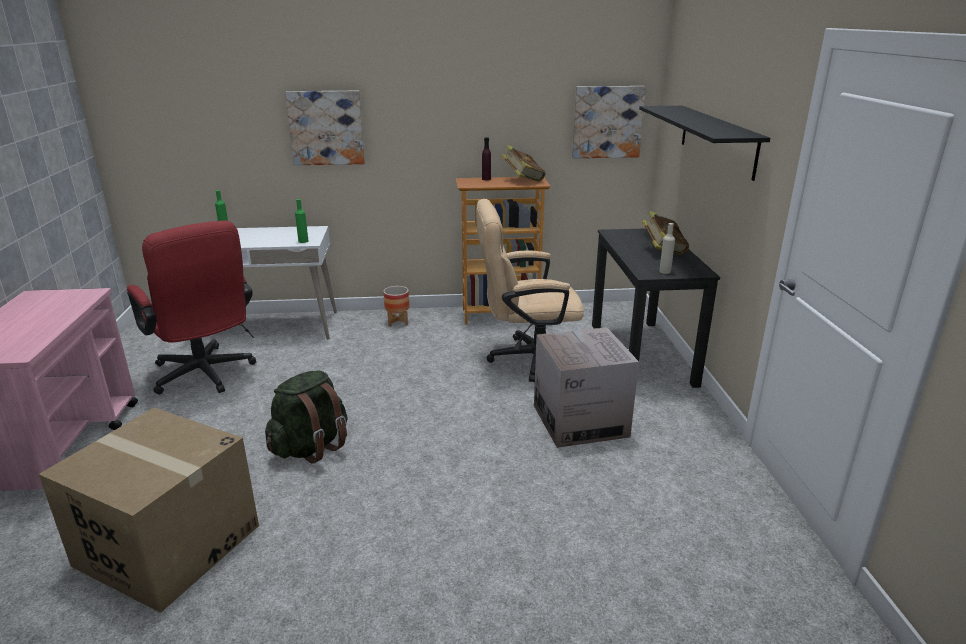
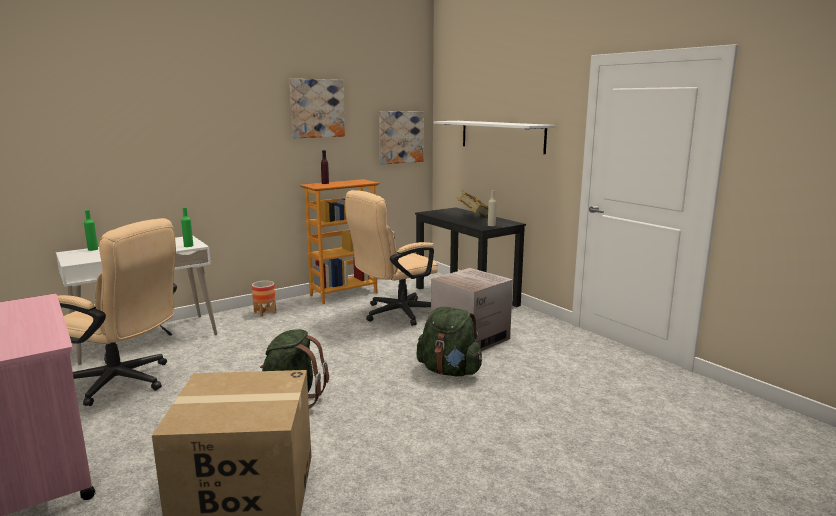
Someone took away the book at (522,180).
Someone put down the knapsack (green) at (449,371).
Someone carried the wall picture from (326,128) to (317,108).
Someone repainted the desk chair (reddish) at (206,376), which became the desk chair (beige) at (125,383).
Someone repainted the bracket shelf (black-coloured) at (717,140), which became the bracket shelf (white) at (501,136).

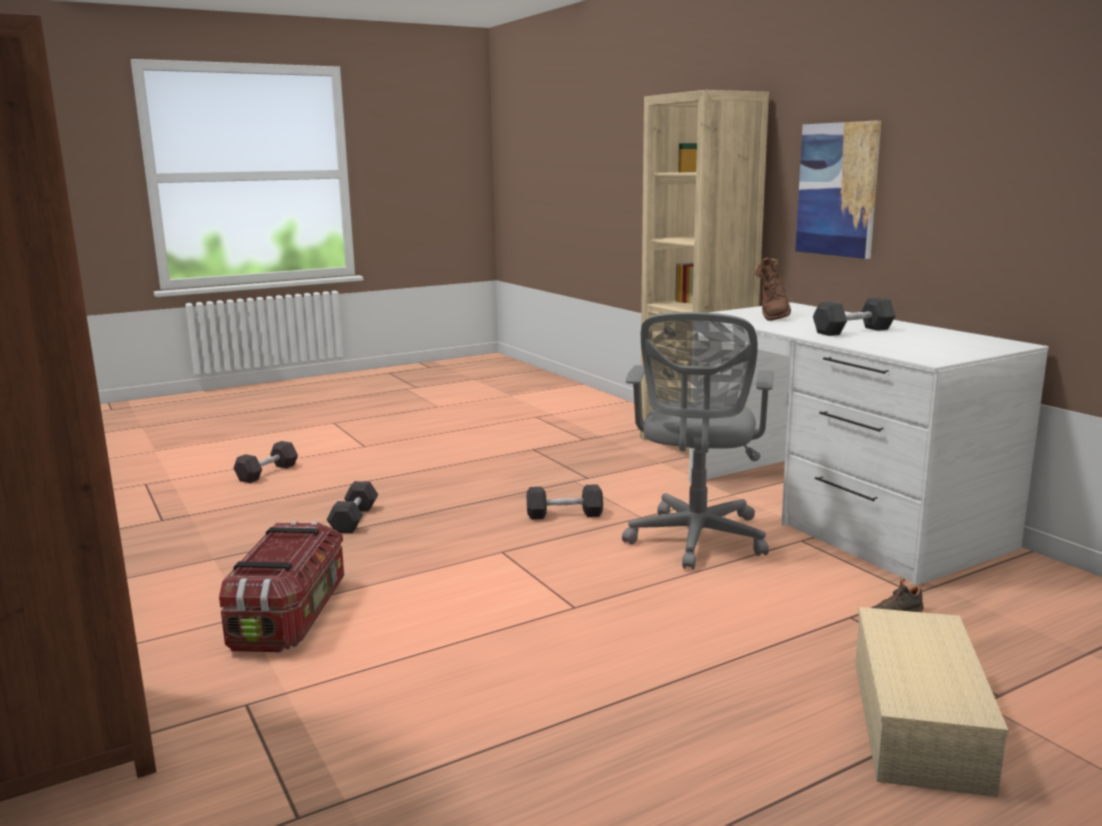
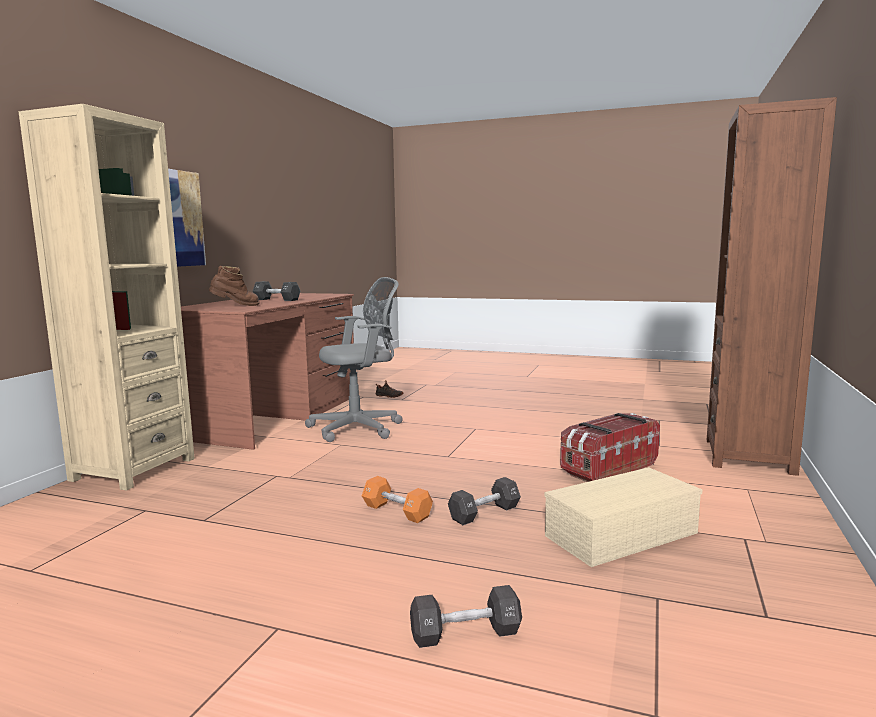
Someone took away the hand weight (black-coloured) at (564,514).
Someone put down the hand weight (orange-coloured) at (397,511).
Someone carried the storage bin (beige) from (921,724) to (621,533).
Someone repainted the desk table (white) at (837,512), which became the desk table (brown-coloured) at (274,416).

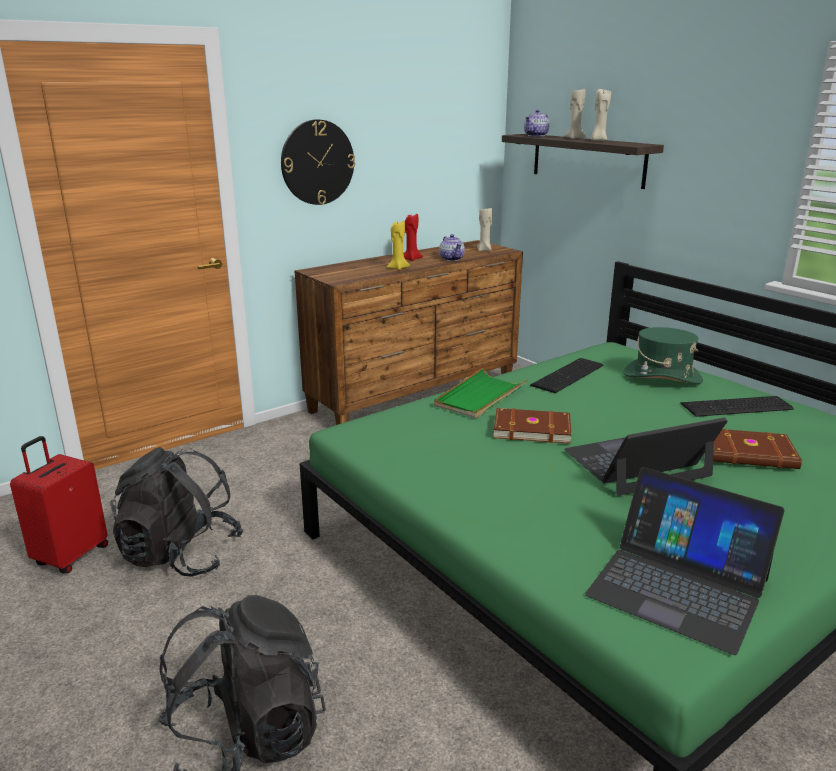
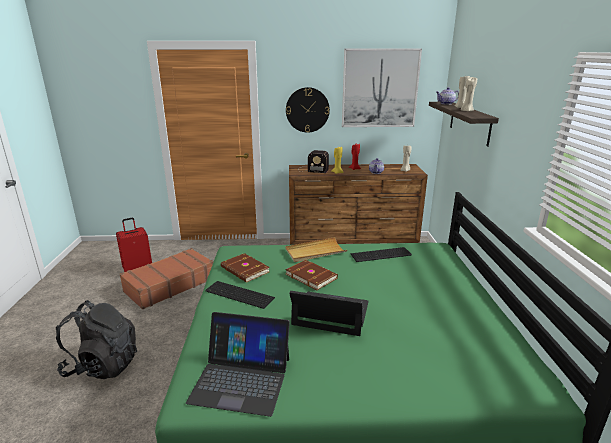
Someone took away the clothing hat (green) at (662,377).
Someone put down the radio set at (311,170).
Someone put up the wall picture at (380,88).
Someone carried the PC keyboard from (738,407) to (239,295).
Someone carried the book (brown-coloured) from (750,453) to (244,270).
Someone swapped the knapsack (black-coloured) at (181,555) for the suitcase (brown-coloured) at (169,285).
Someone repainted the serving tray (green) at (480,397), which became the serving tray (beige) at (315,252).
Someone rotated the portable computer at (678,586) by 60 degrees counterclockwise.

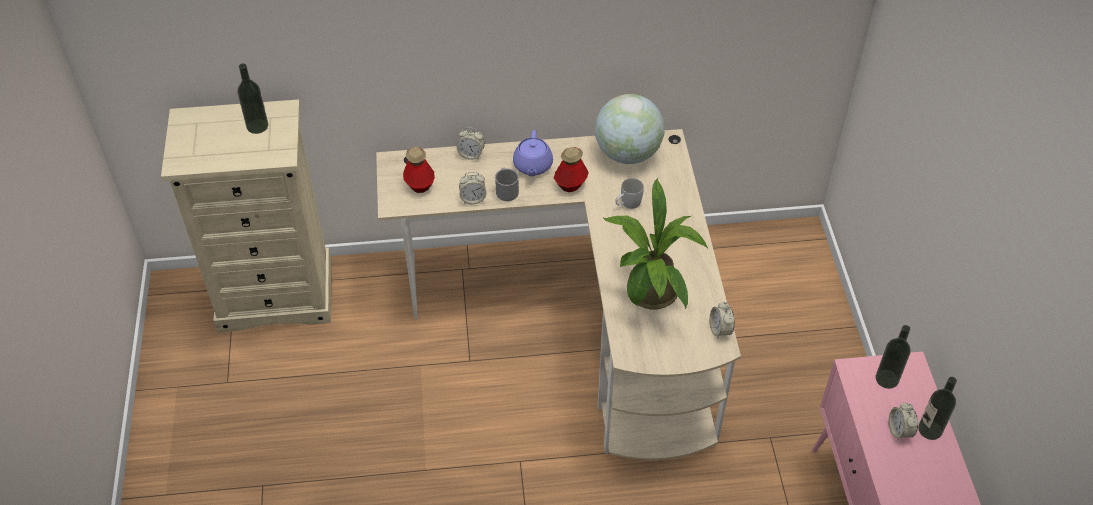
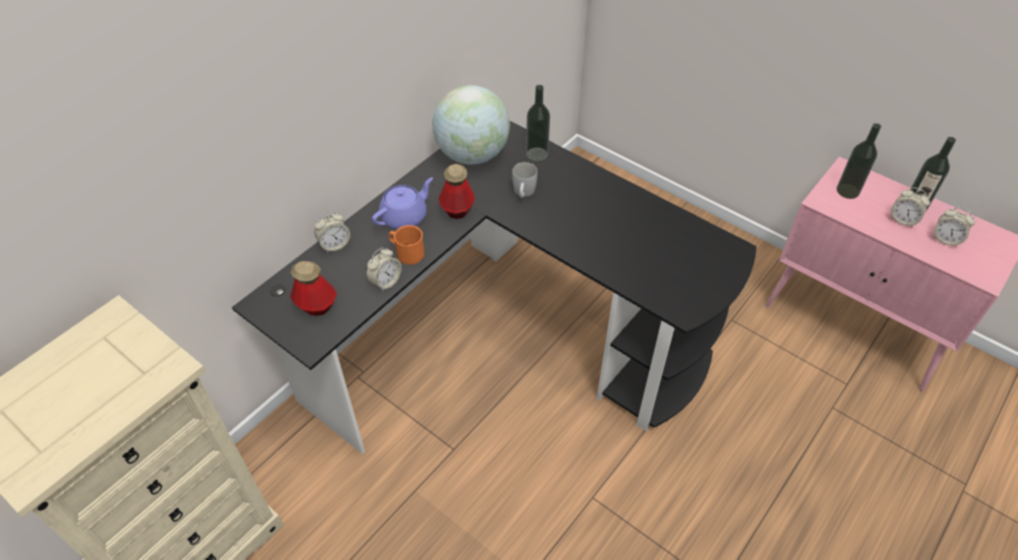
Someone took away the houseplant at (650,297).
Someone carried the bottle from (257,126) to (537,154).
Someone carried the alarm clock from (720,330) to (945,239).
Someone repainted the desk table (beige) at (585,320), which became the desk table (black-coloured) at (507,339).
Someone repainted the mug (gray) at (506,190), which became the mug (orange-coloured) at (406,252).
Someone rotated the tea pot (purple-coloured) at (532,166) by 90 degrees counterclockwise.

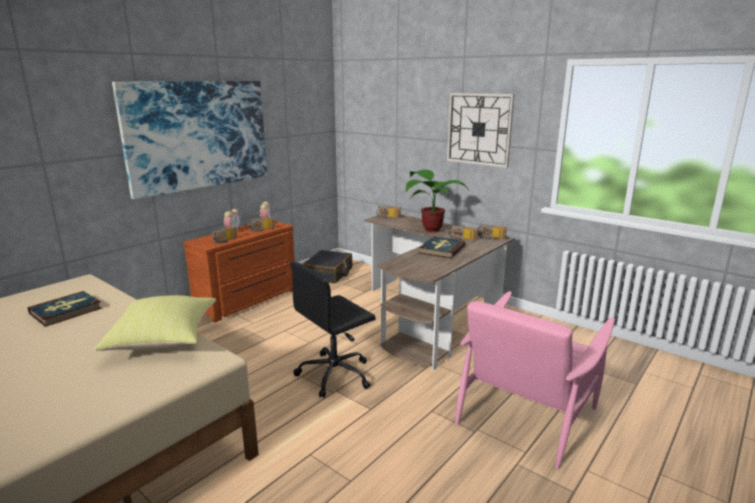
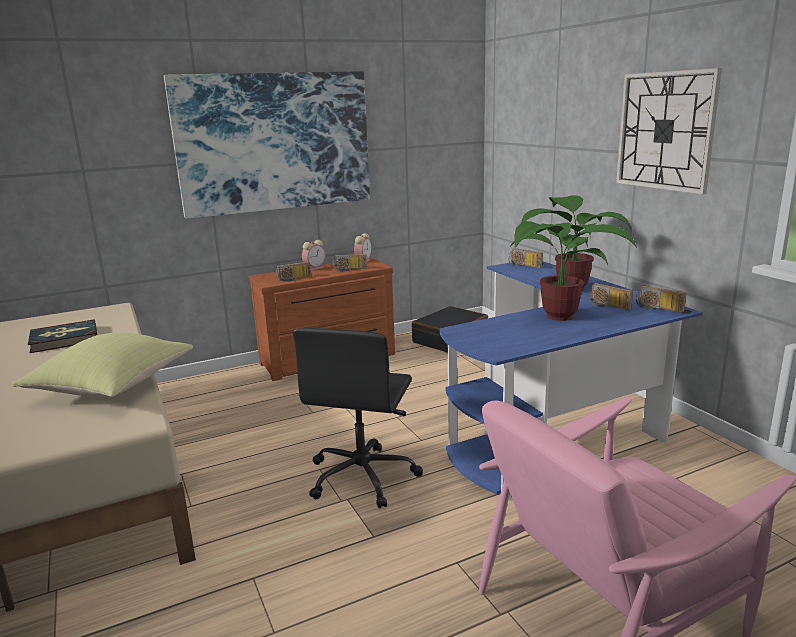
Someone swapped the book at (441,249) for the houseplant at (557,318).
Someone repainted the desk table (brown-coloured) at (432,316), which became the desk table (bluish) at (557,421).
Someone rotated the desk chair (black-coloured) at (336,374) by 60 degrees counterclockwise.

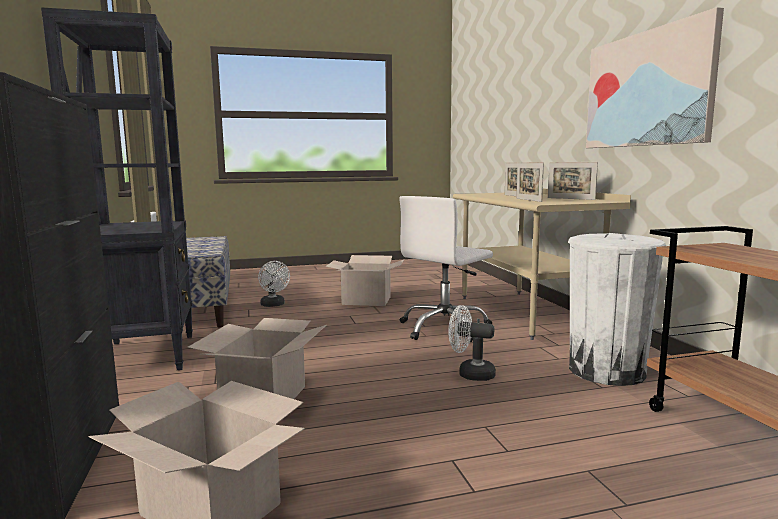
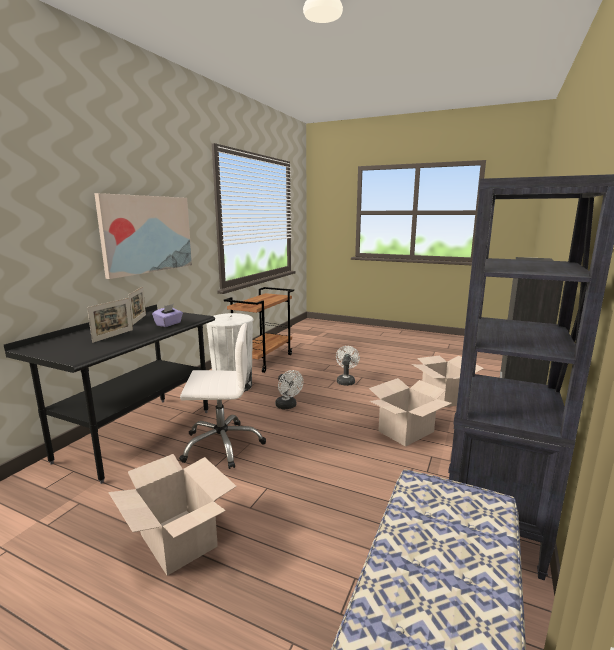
Someone carried the cooling fan (white) from (274,305) to (346,381).
Someone swapped the photo frame at (528,200) for the tissue holder (purple-coloured) at (169,324).
Someone repainted the desk table (beige) at (525,313), which became the desk table (black-coloured) at (137,435).

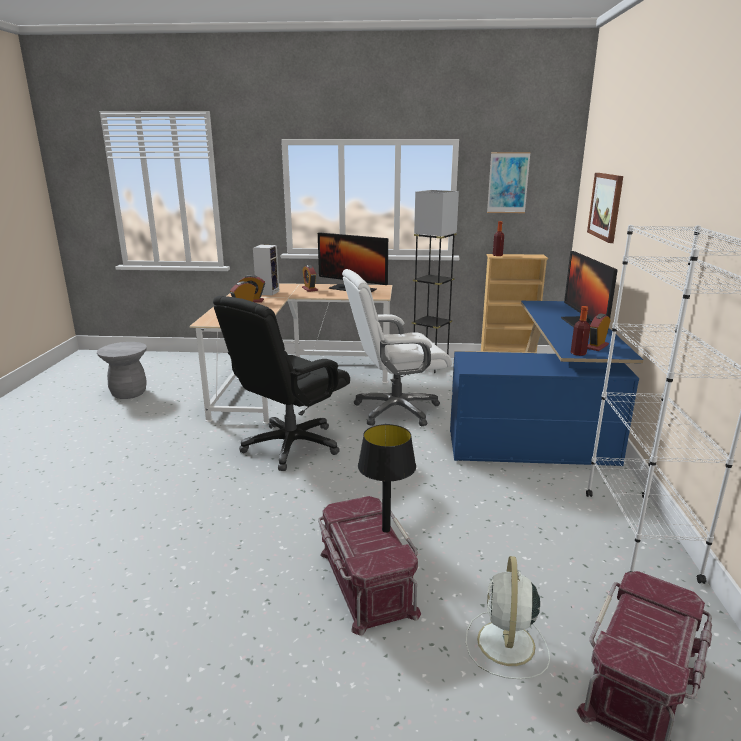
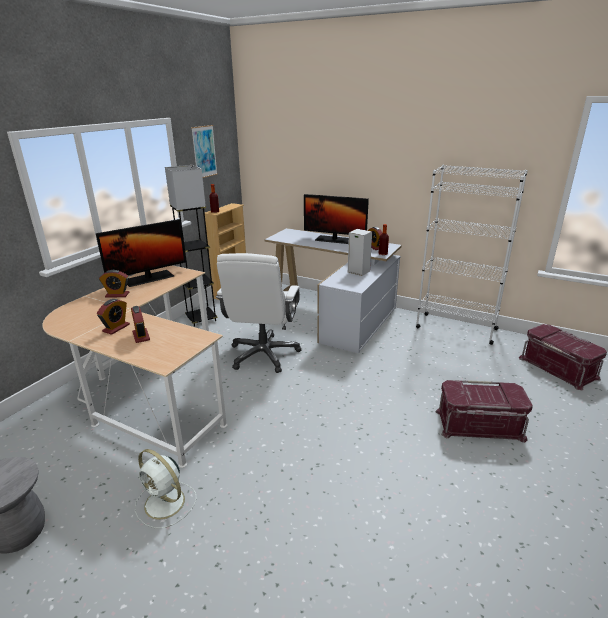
Someone took away the desk chair (black-coloured) at (291,446).
Someone took away the lamp for a table (black-coloured) at (386,529).
Someone took away the wall picture at (606,206).
Someone carried the loudspeaker from (267,292) to (357,271).
Someone carried the cooling fan (white) from (506,645) to (166,504).
Someone repainted the desk table (bluish) at (543,428), which became the desk table (white) at (335,313).

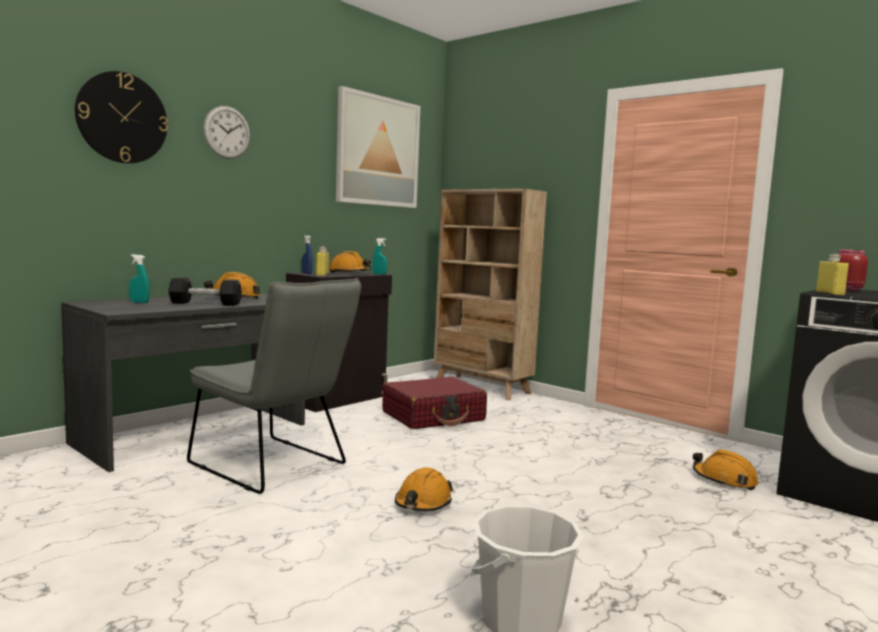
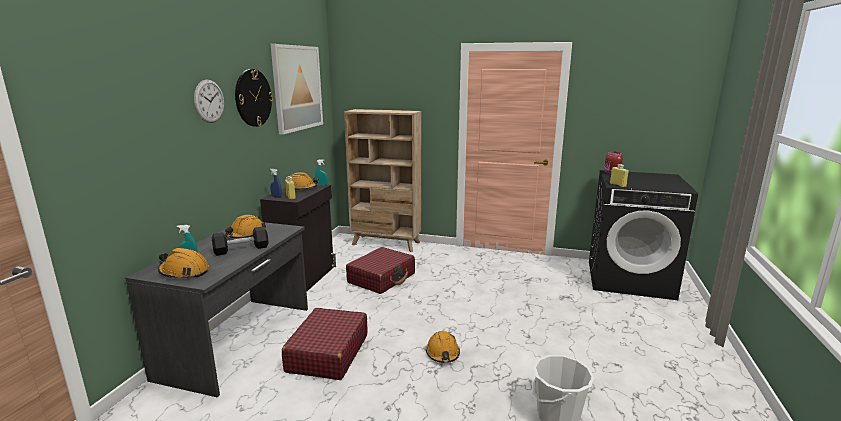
Someone carried the clock on the wall from (122,118) to (253,98).
Someone carried the work helmet (orange-coloured) from (724,480) to (184,272).
Someone swapped the plain chair (gray) at (274,466) for the suitcase (reddish) at (327,353).

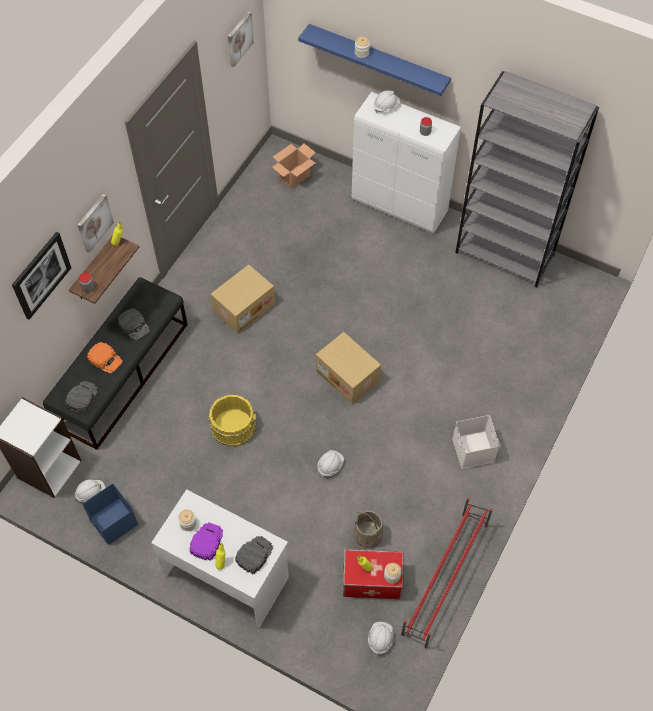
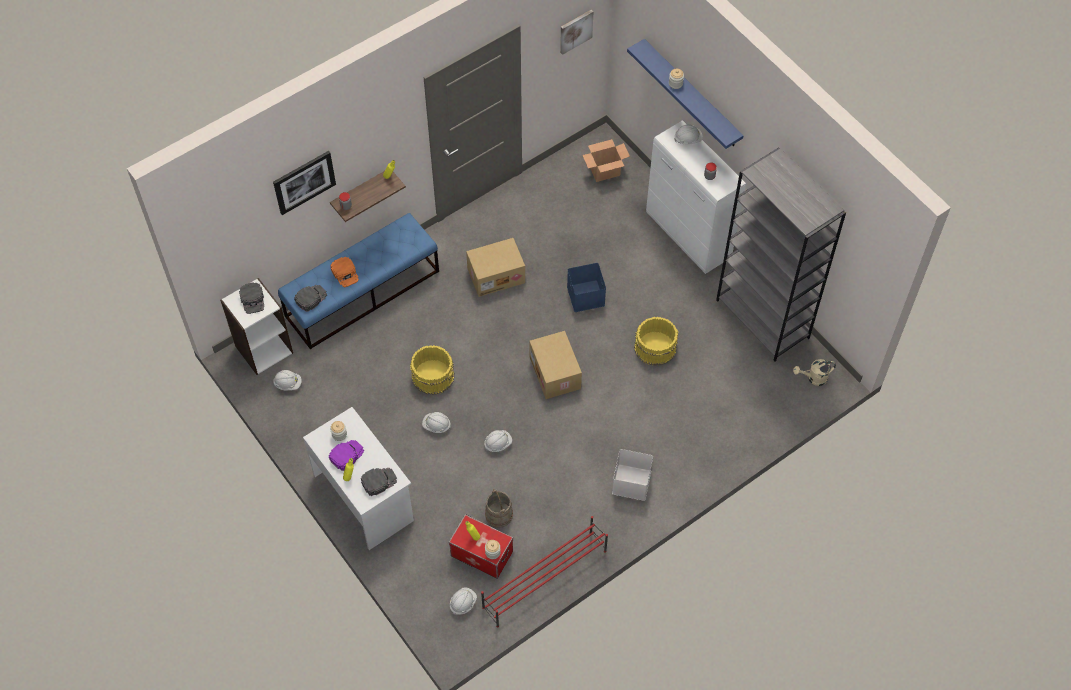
Someone took away the wall picture at (94,222).
Someone put down the work helmet (white) at (436,426).
Someone put down the pail (yellow-coloured) at (655,347).
Someone put down the watering pot (beige) at (813,378).
Someone carried the storage bin (bluish) from (112,521) to (585,295).
Someone carried the baseball cap (black-coloured) from (134,326) to (252,300).
Someone repainted the long seat (black-coloured) at (123,374), which became the long seat (bluish) at (363,293).

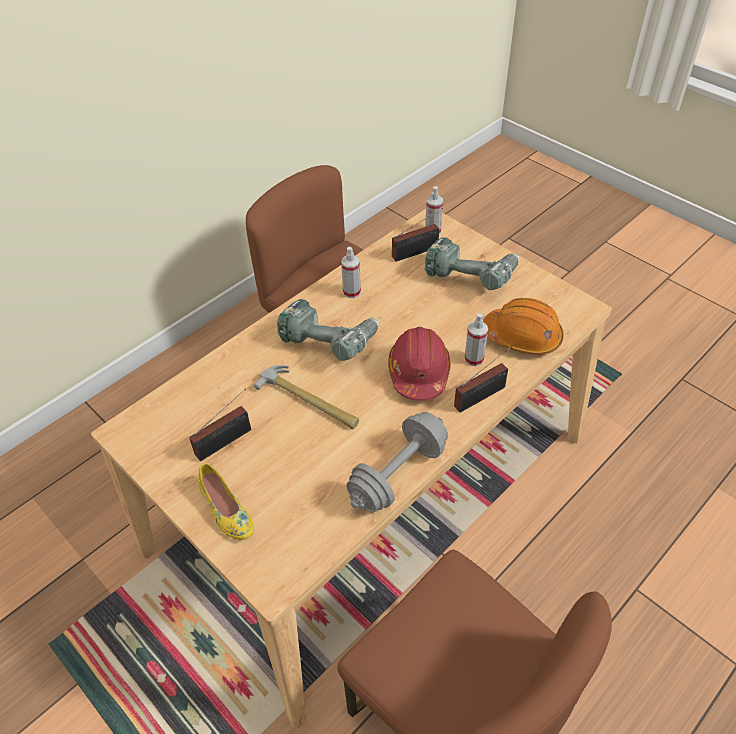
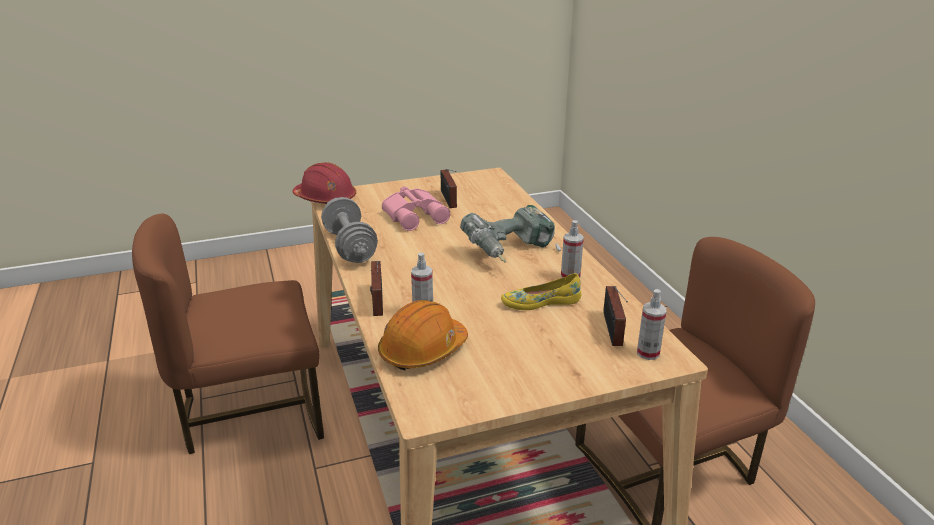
Someone took away the hammer at (308,401).
Someone took away the power drill at (471,276).
Someone put down the field glasses (pink) at (415,215).
Someone carried the item of footwear (yellow-coloured) from (225,510) to (540,302).
Someone carried the work helmet (reddish) from (419,372) to (325,199).

